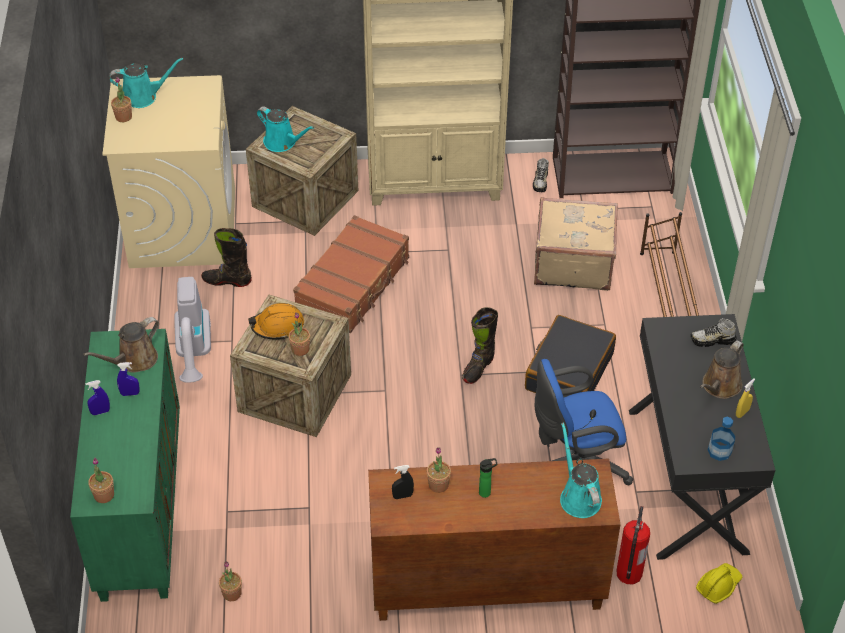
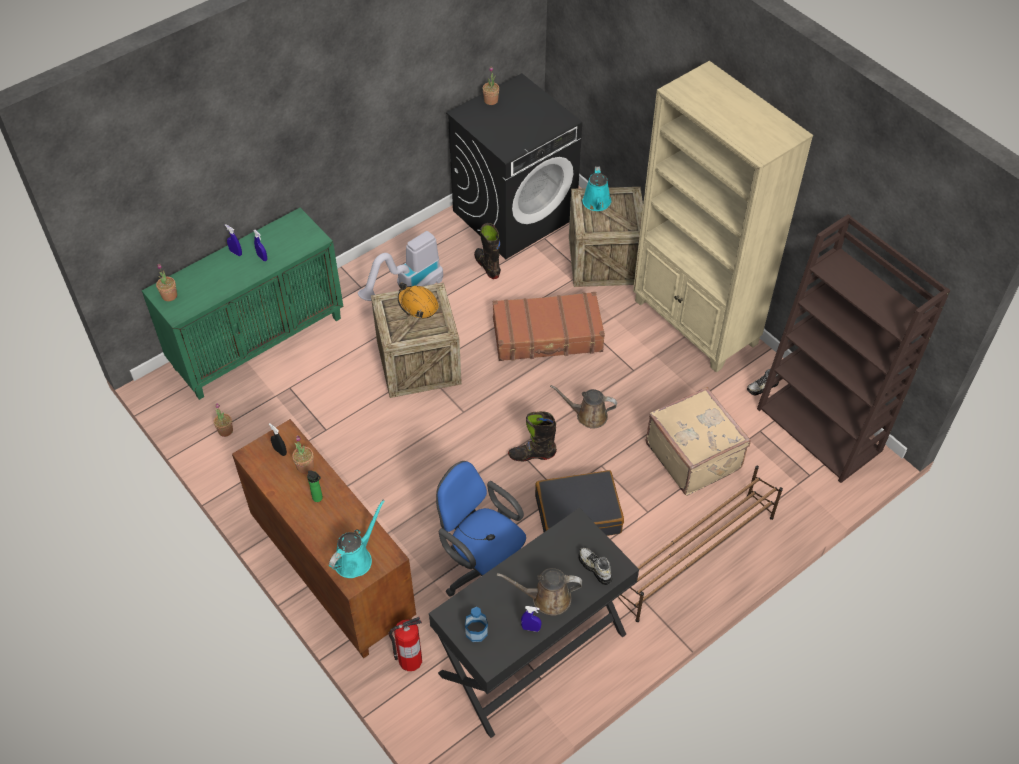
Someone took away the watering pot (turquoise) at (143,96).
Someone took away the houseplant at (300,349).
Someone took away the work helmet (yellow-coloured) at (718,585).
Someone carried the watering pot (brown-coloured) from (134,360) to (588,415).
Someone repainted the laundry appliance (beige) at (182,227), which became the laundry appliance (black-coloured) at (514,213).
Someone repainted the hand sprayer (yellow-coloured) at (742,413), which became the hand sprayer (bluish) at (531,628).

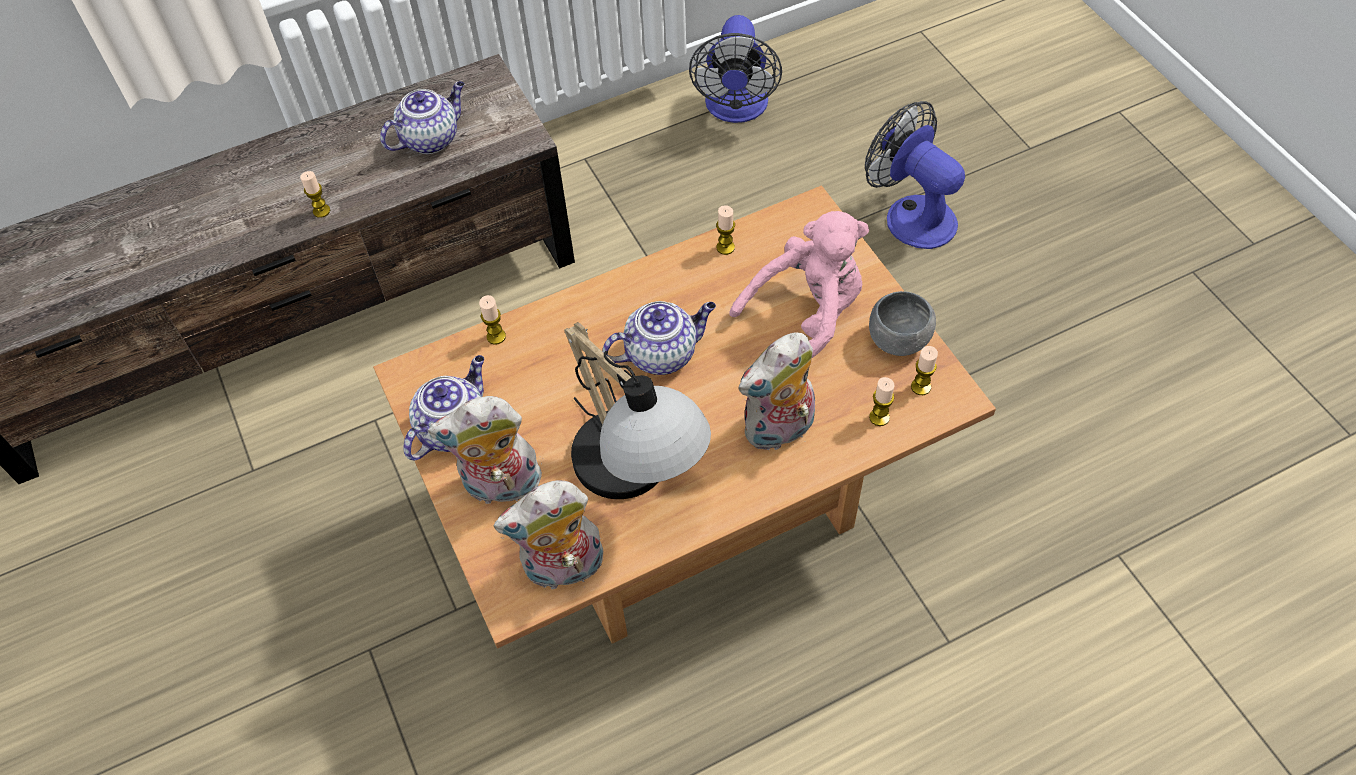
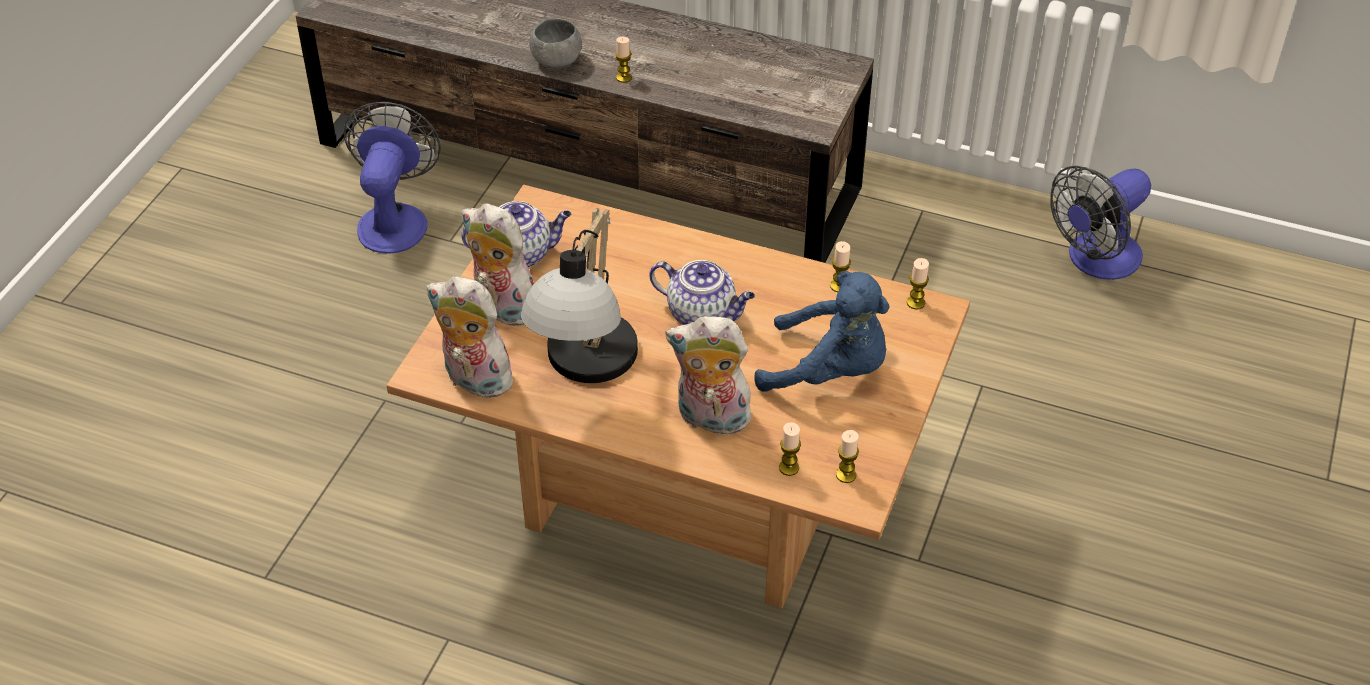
Someone took away the tea pot at (431,138).
Someone carried the wax candle from (496,336) to (915,303).
Someone carried the cooling fan from (911,214) to (395,219).
Someone carried the deep dish (gray) from (898,339) to (556,60).
Someone repainted the soft toy (pink) at (806,318), which became the soft toy (bluish) at (829,371).

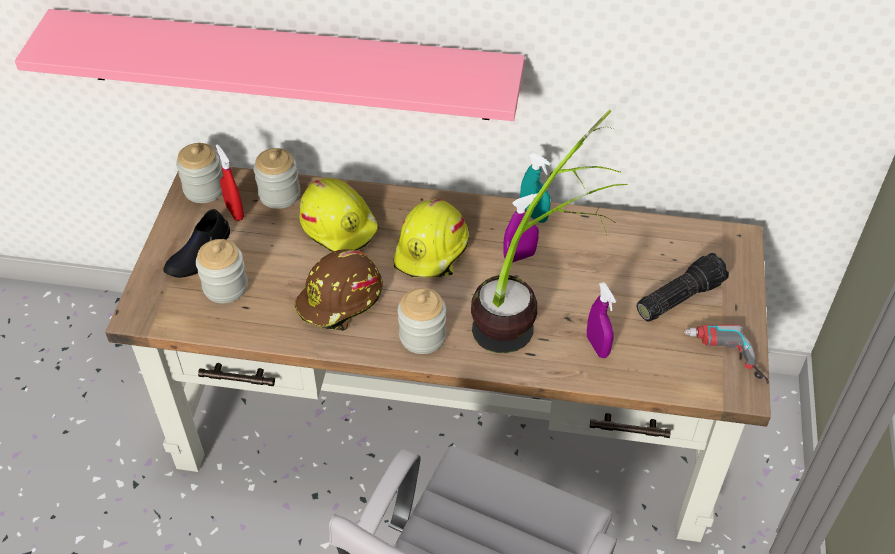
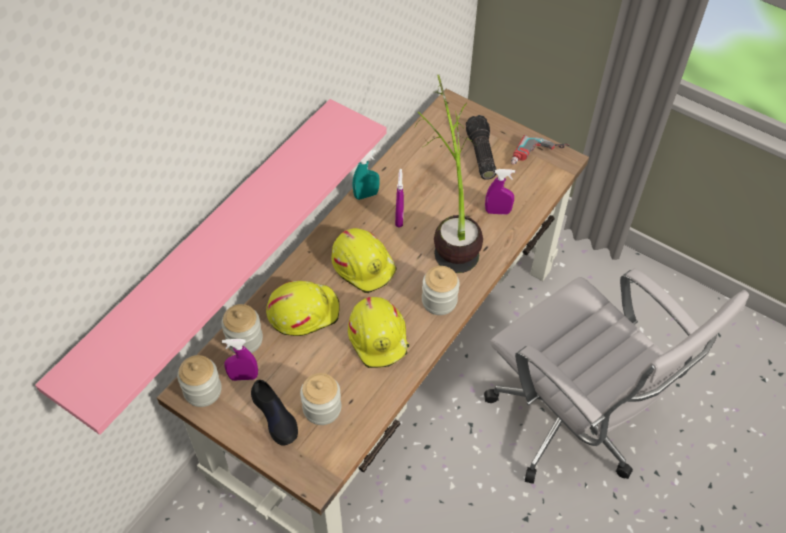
Someone repainted the hand sprayer (reddish) at (234,211), which became the hand sprayer (purple-coloured) at (243,377).
Someone repainted the work helmet (brown-coloured) at (341,300), which became the work helmet (yellow-coloured) at (379,337).

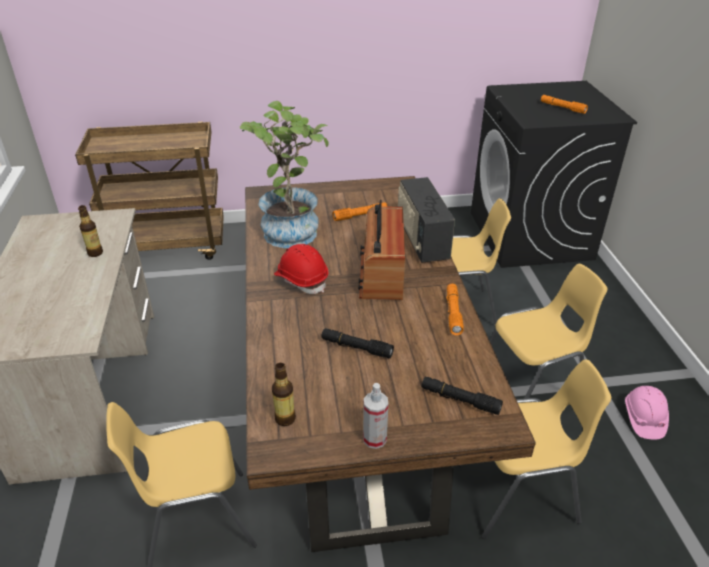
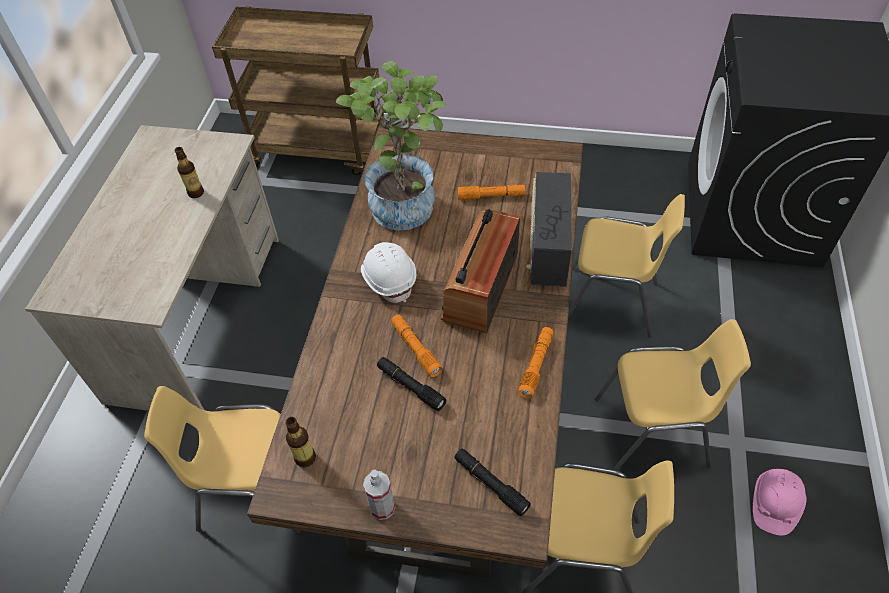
Someone carried the flashlight (orange-coloured) from (562,108) to (415,348).
Someone repainted the work helmet (reddish) at (301,280), which became the work helmet (white) at (389,279).

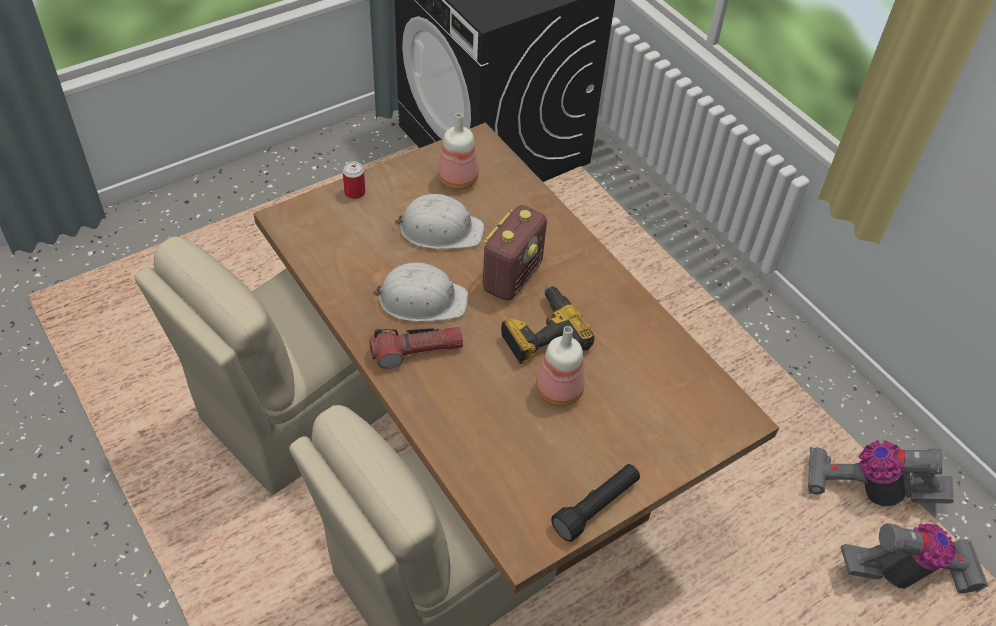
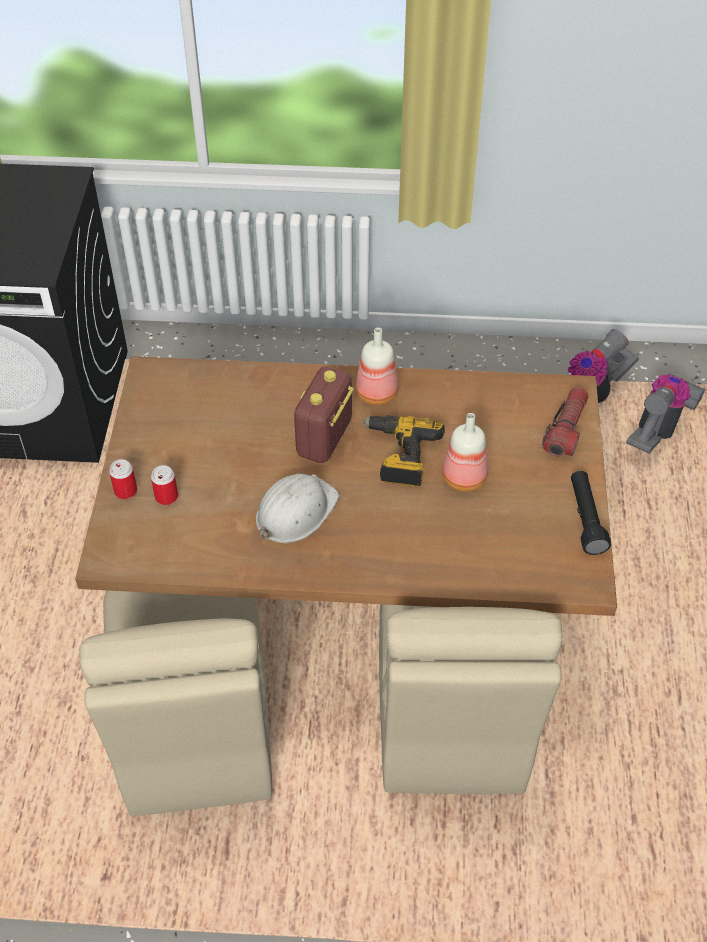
Someone took away the work helmet (white) at (440,229).
Someone put down the can at (166,497).
Someone carried the flashlight from (416,351) to (566,430).
Someone carried the bottle from (457,179) to (375,393).
Someone rotated the radio set at (512,276) by 135 degrees counterclockwise.

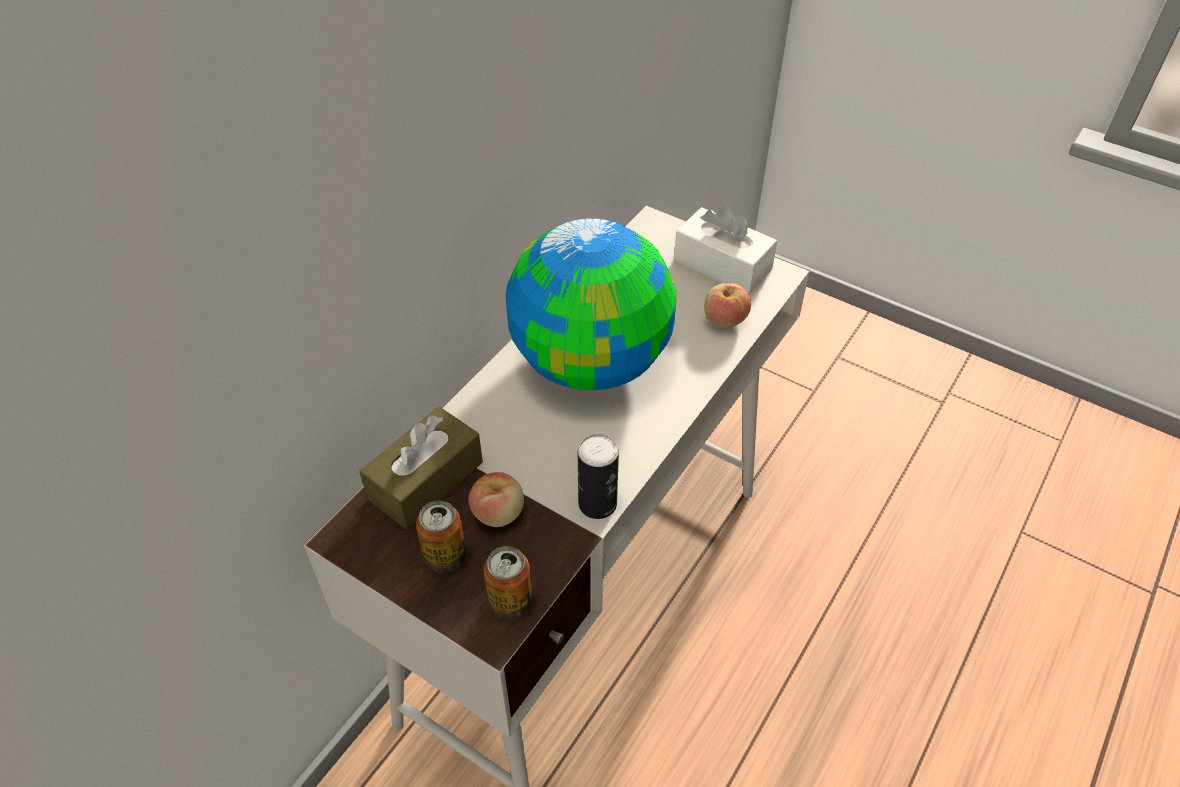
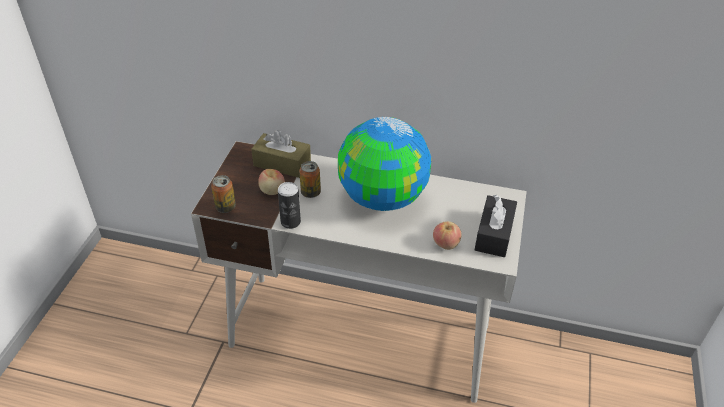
Someone carried the can from (445,557) to (310,192).
Someone repainted the tissue holder (white) at (722,265), which became the tissue holder (black-coloured) at (494,234).

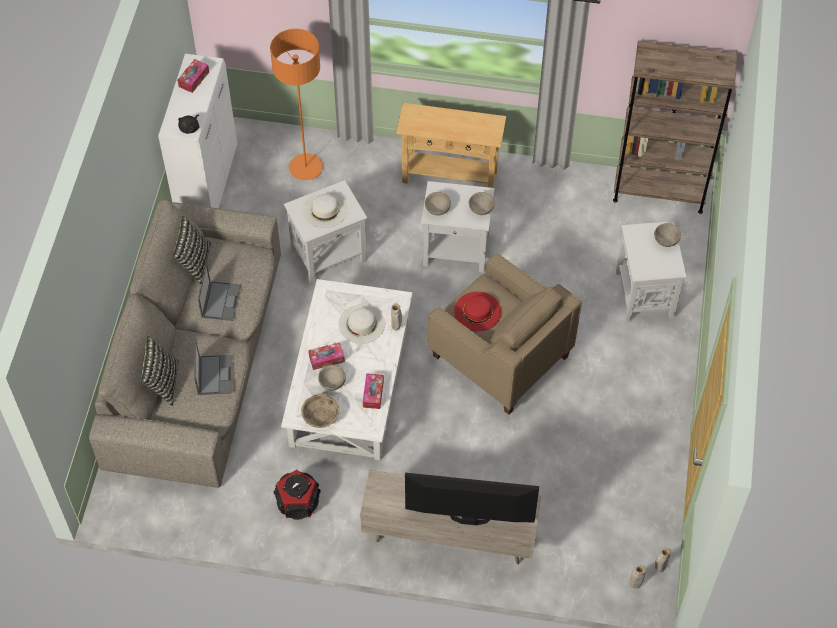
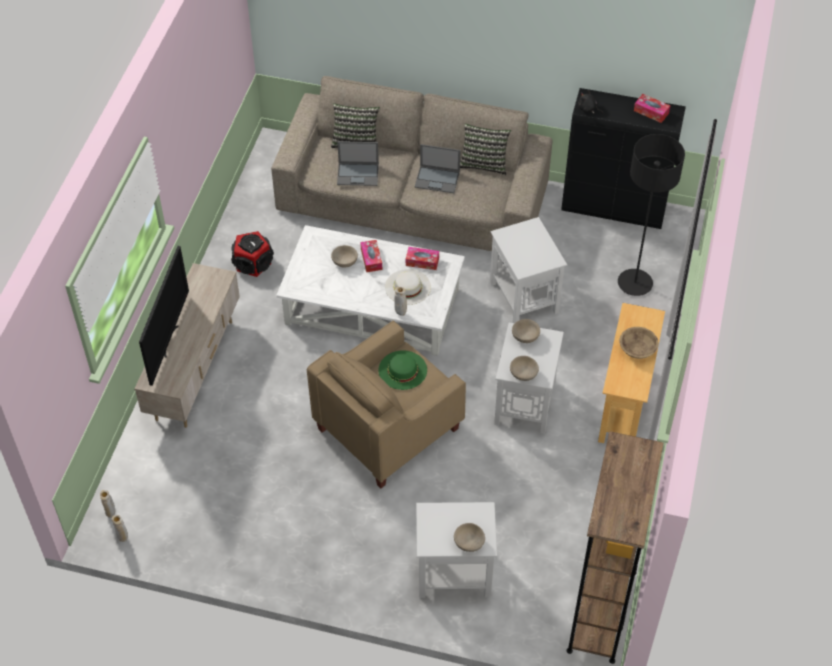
Someone took away the clothing hat (white) at (325,209).
Someone carried the deep dish (beige) from (321,416) to (637,349).
Someone carried the tissue holder from (373,393) to (422,261).
Someone repainted the cupboard (white) at (207,184), which became the cupboard (black-coloured) at (614,208).
Someone repainted the standing lamp (orange-coloured) at (305,168), which became the standing lamp (black-coloured) at (635,283).
Someone repainted the clothing hat (reddish) at (477,311), which became the clothing hat (green) at (402,370).

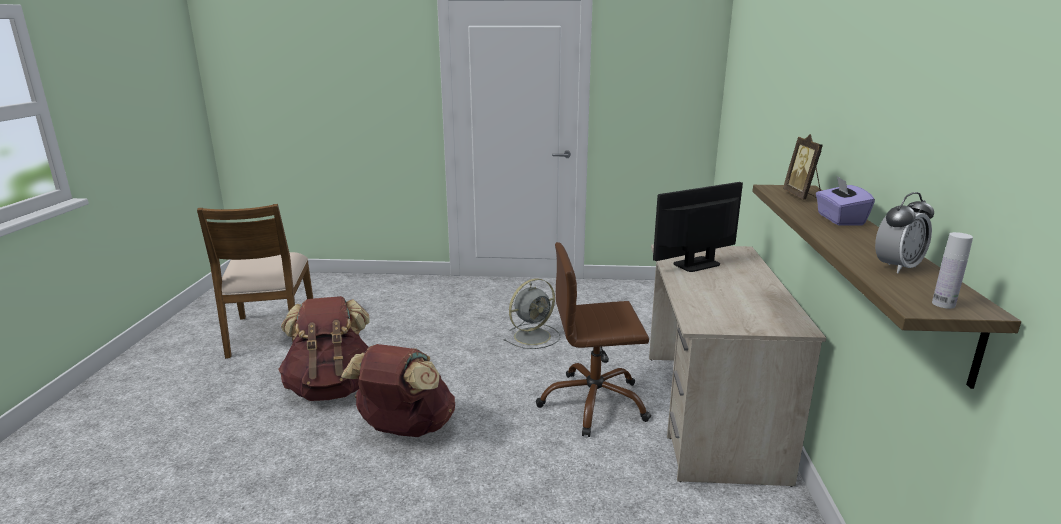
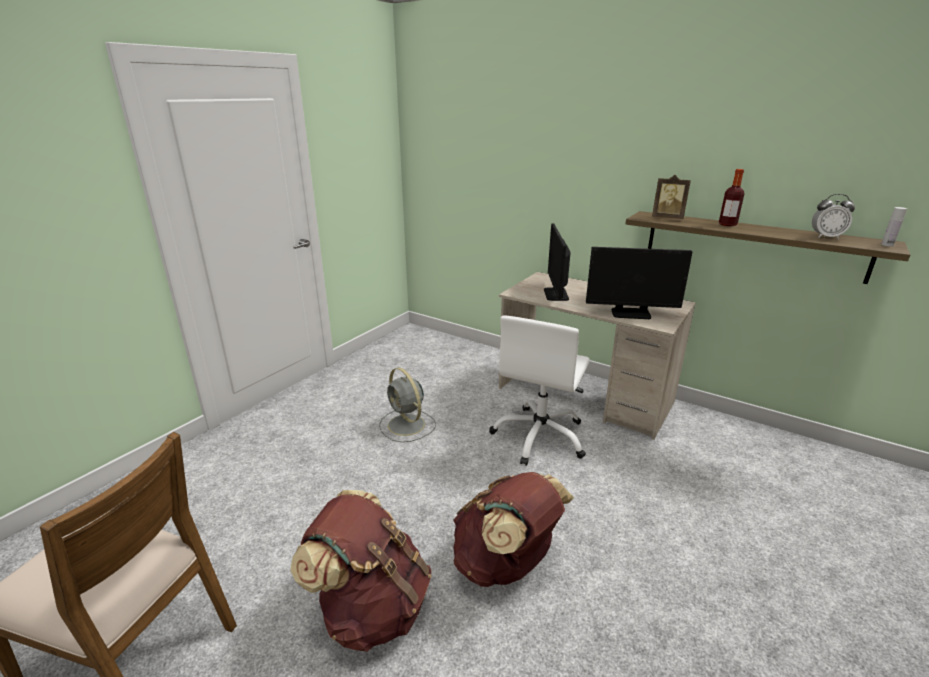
Someone put down the monitor at (631,313).
Someone swapped the tissue holder (purple-coloured) at (839,219) for the bottle at (727,224).
Someone repainted the desk chair (brown-coloured) at (593,403), which became the desk chair (white) at (540,436).
Someone rotated the cooling fan (gray) at (533,336) by 150 degrees clockwise.
Someone rotated the alarm clock at (897,267) by 105 degrees clockwise.

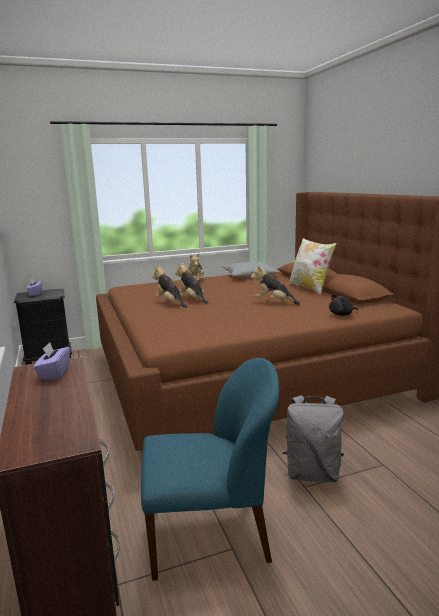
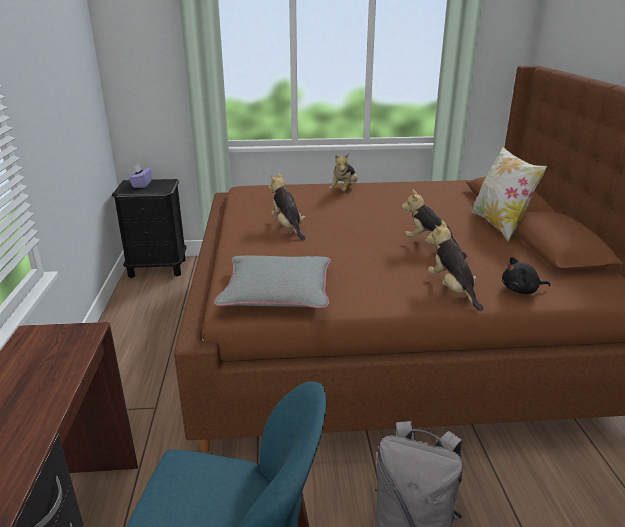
Someone took away the tissue holder (purple-coloured) at (54,373).
Someone carried the soft toy from (192,299) to (452,290).
Someone carried the throw pillow (gray) from (250,275) to (277,291).

